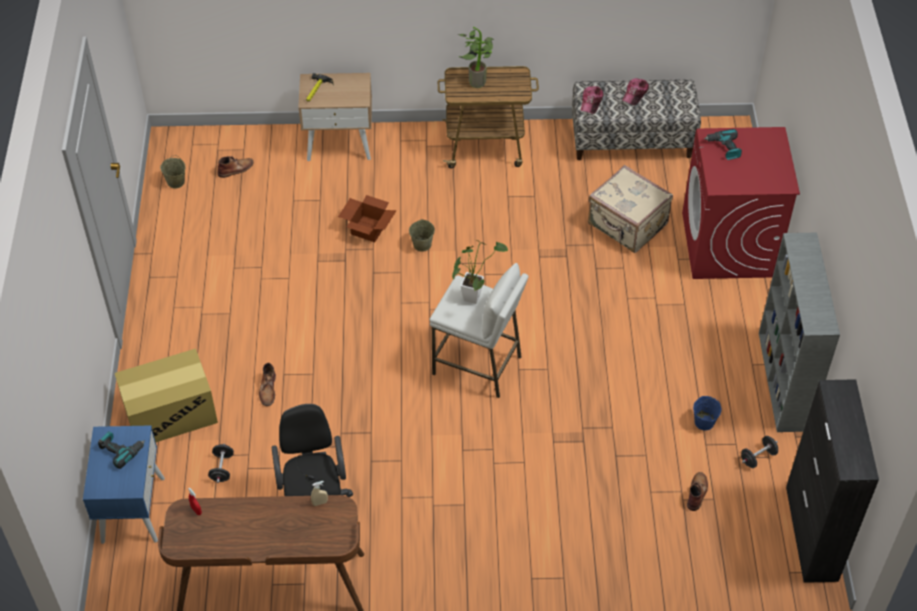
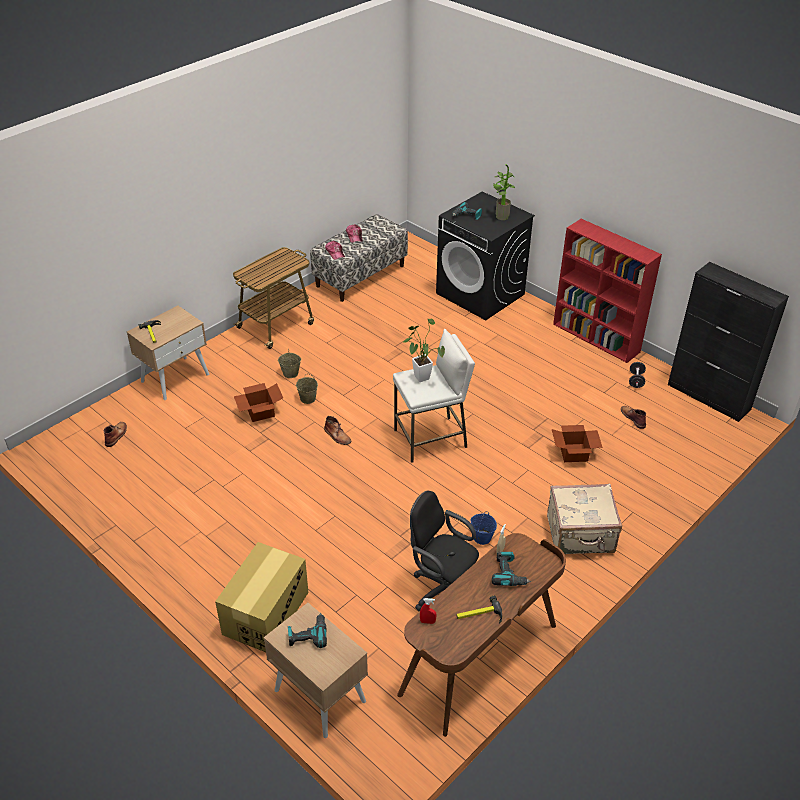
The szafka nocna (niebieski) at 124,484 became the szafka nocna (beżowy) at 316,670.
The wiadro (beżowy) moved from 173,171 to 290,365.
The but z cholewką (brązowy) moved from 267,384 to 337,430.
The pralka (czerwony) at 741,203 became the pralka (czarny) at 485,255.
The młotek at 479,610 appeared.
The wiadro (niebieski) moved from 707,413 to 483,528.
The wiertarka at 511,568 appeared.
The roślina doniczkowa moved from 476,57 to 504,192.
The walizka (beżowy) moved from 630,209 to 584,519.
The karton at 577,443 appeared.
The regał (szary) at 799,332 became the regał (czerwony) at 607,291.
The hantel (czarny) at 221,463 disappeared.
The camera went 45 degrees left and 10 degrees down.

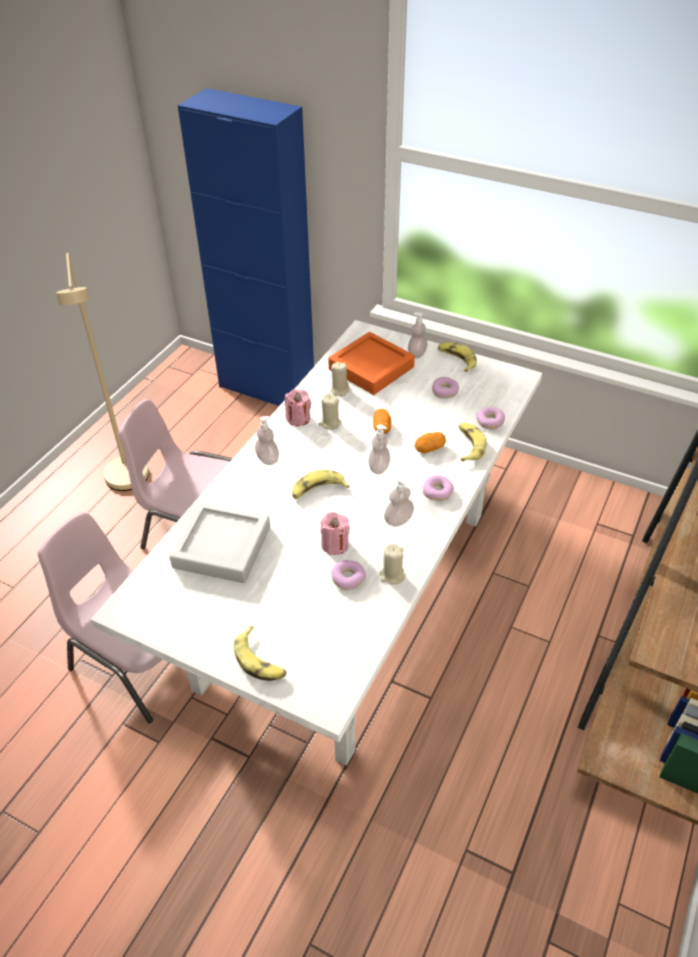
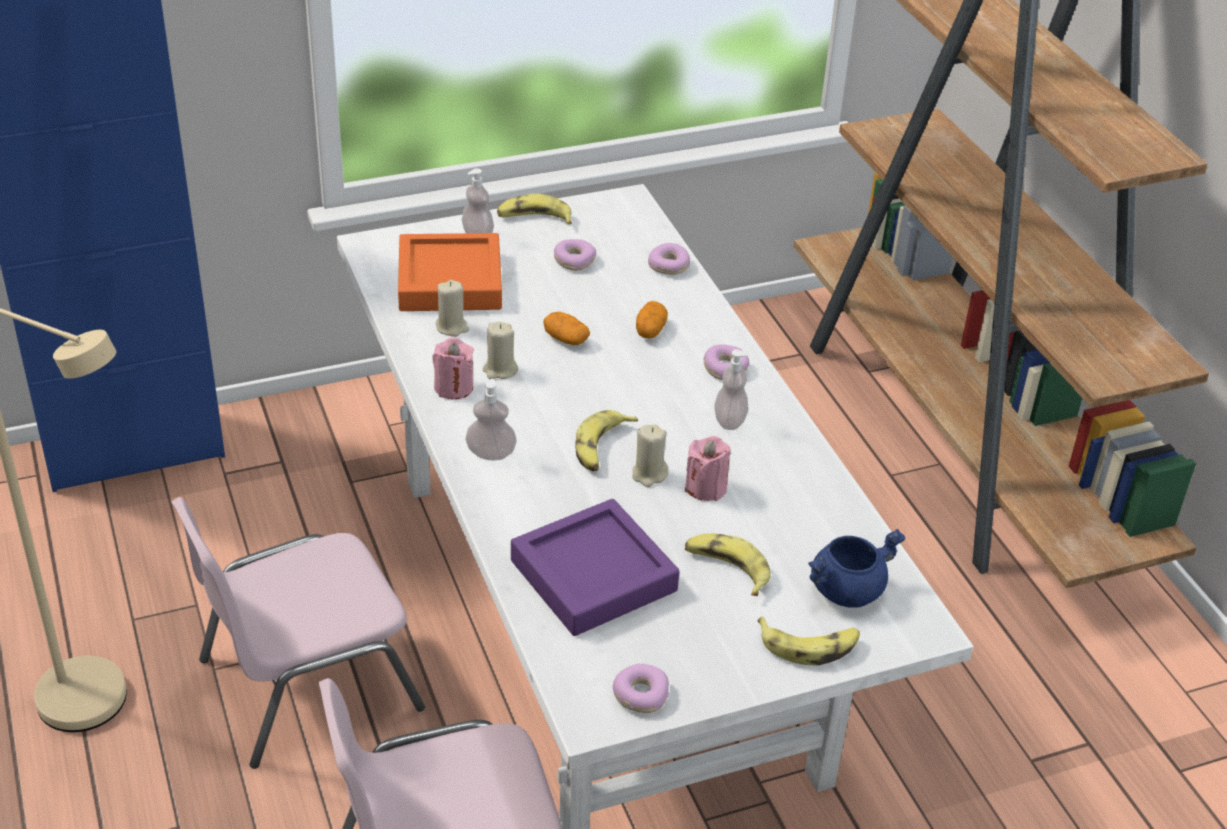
The taca (szary) at 219,542 became the taca (fioletowy) at 595,567.
The donut moved from 348,575 to 641,688.
The świeca (beżowy) moved from 392,564 to 650,455.
The banan moved from 472,442 to 728,564.
The garnek (niebieski) at 856,568 appeared.
The dozownik mydła at 379,449 disappeared.
The camera went 50 degrees left and 5 degrees down.

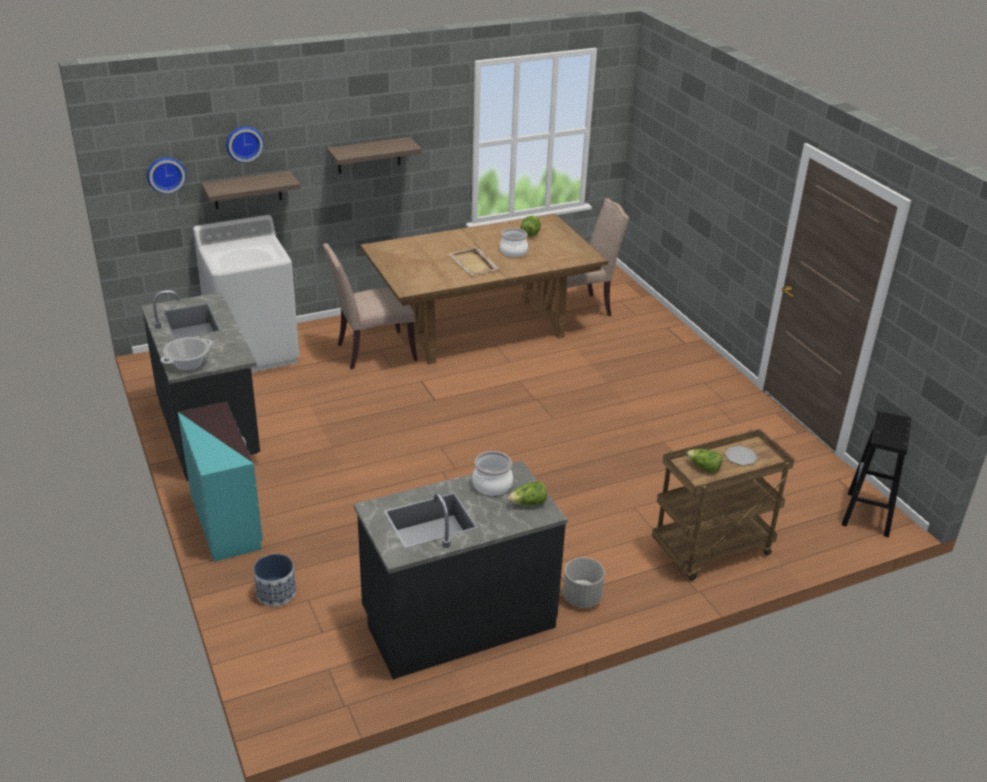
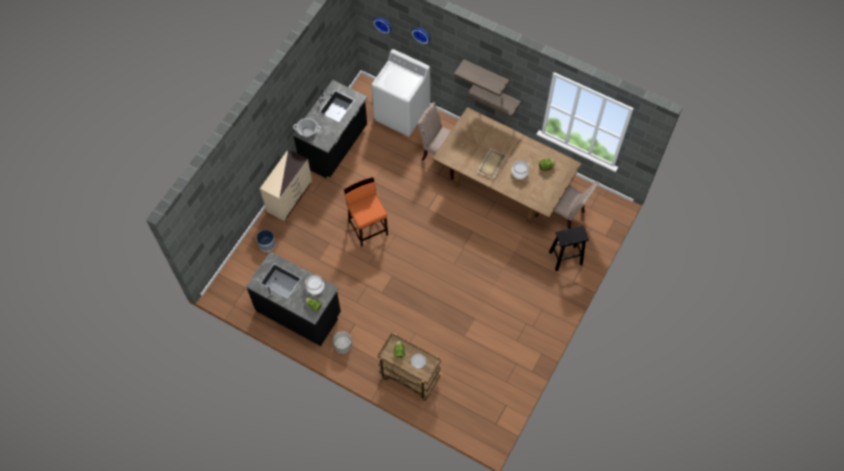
The komoda (turkusowy) at 220,482 became the komoda (beżowy) at 286,185.
The stołek (pomarańczowy) at 366,212 appeared.
The półka moved from 250,190 to 493,101.
The stołek (czarny) moved from 877,474 to 569,248.
The camera went 55 degrees right and 30 degrees up.

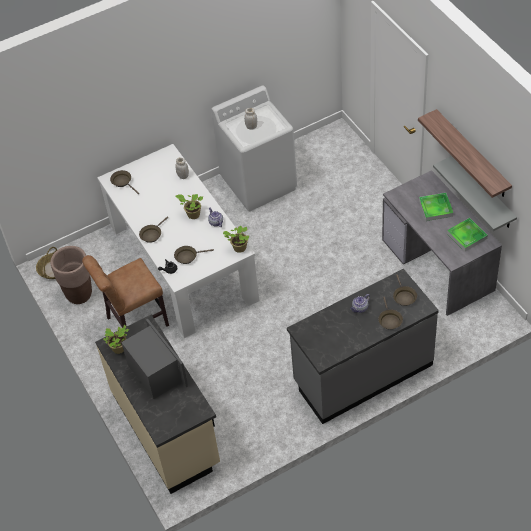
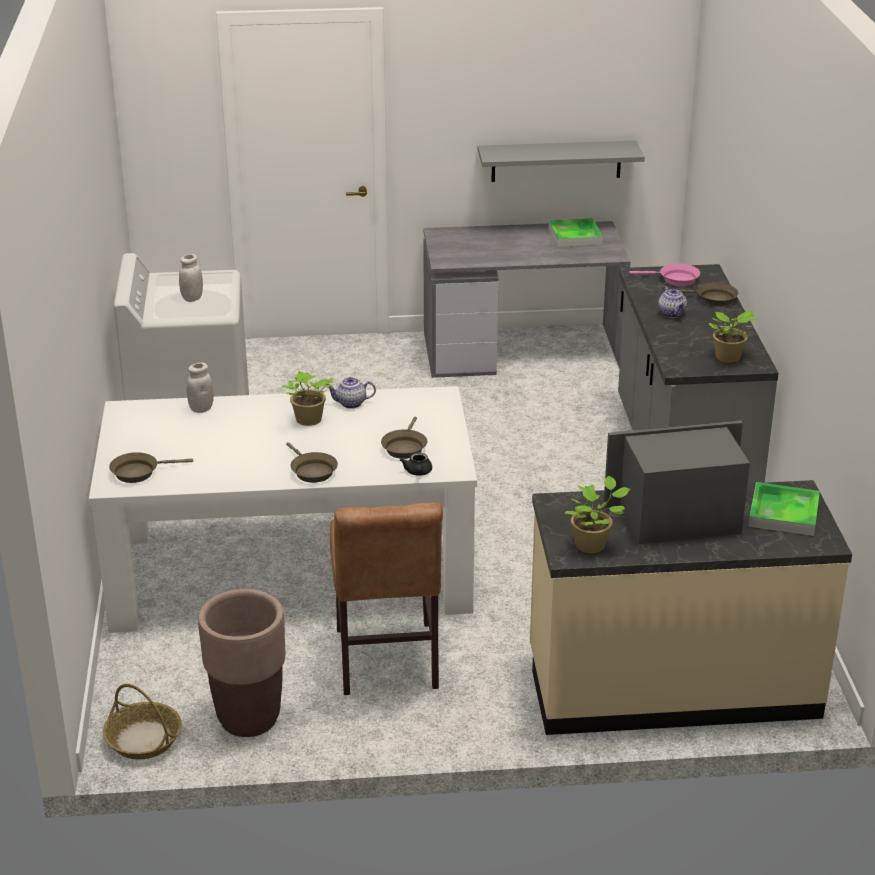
The patelnia (brązowy) at 405,290 became the patelnia (różowy) at 664,274.
The roślina doniczkowa moved from 236,239 to 733,337.
The taca moved from 436,207 to 784,509.
The półka at 465,153 disappeared.
The camera went 70 degrees left and 20 degrees down.

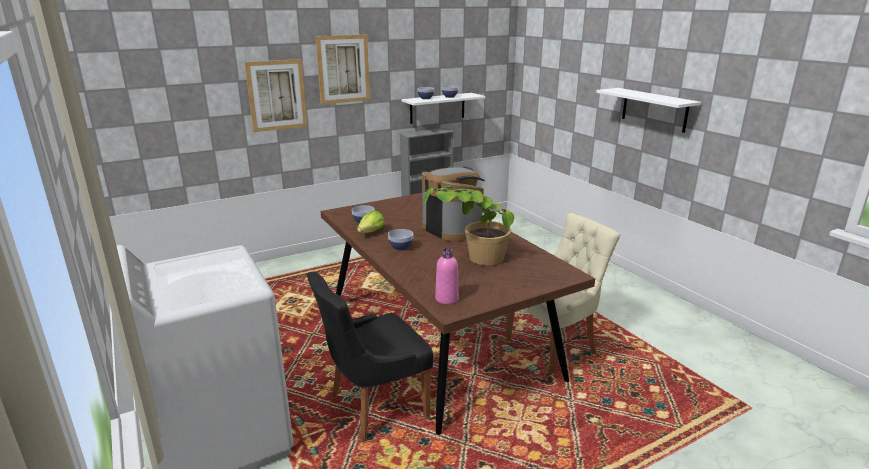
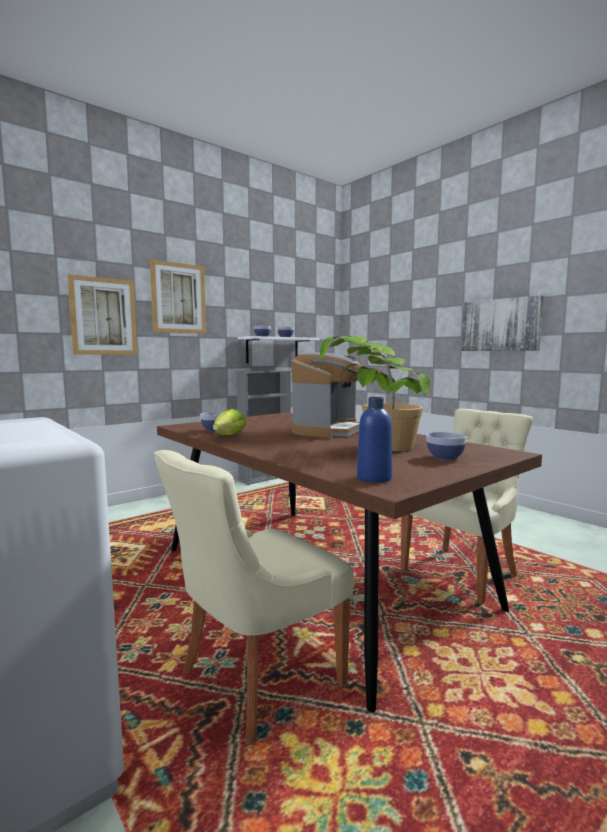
The krzesło (czarny) at 370,357 became the krzesło (beżowy) at 254,597.
The ekspres do kawy at 453,204 turned 75 degrees clockwise.
The butelka (różowy) at 447,276 became the butelka (niebieski) at 374,440.
The miska moved from 400,240 to 446,446.
The półka (biały) at 648,110 was replaced by the obraz at 502,323.
The camera went 10 degrees left and 15 degrees down.

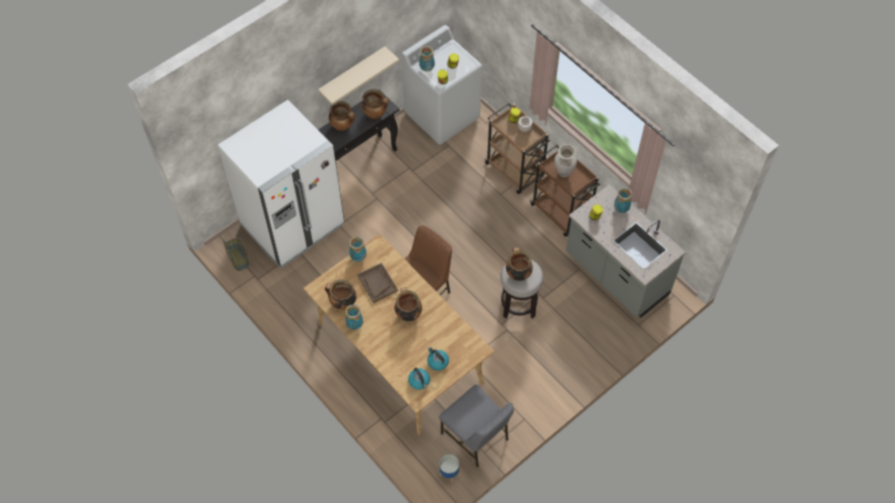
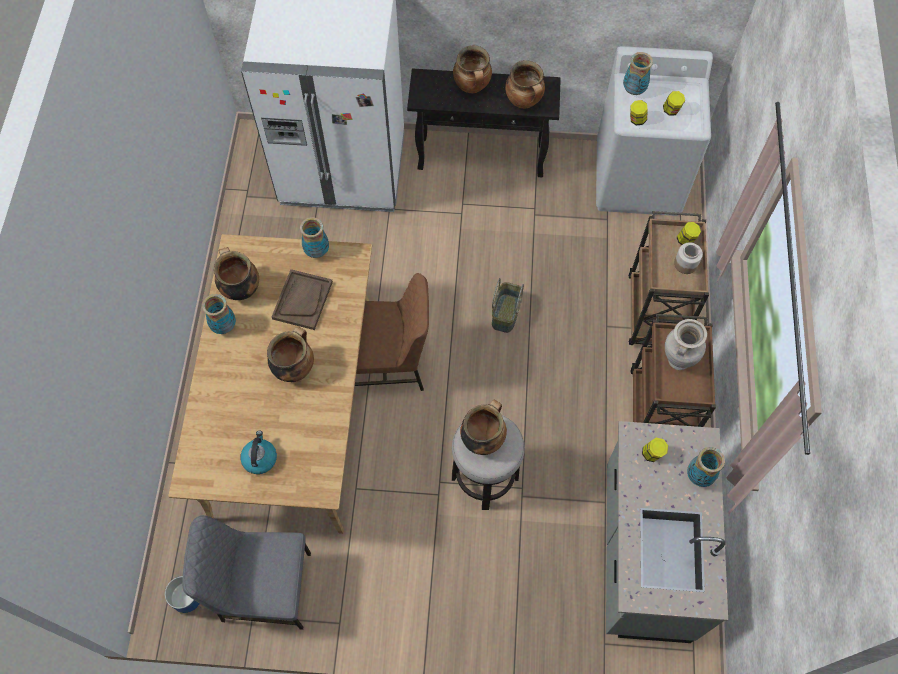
The krzesło (szary) at 476,426 turned 90 degrees clockwise.
The koszyk moved from 236,252 to 508,305.
The półka (beżowy) at 358,75 disappeared.
The czajnik at 419,378 disappeared.
The camera went 45 degrees right and 5 degrees up.

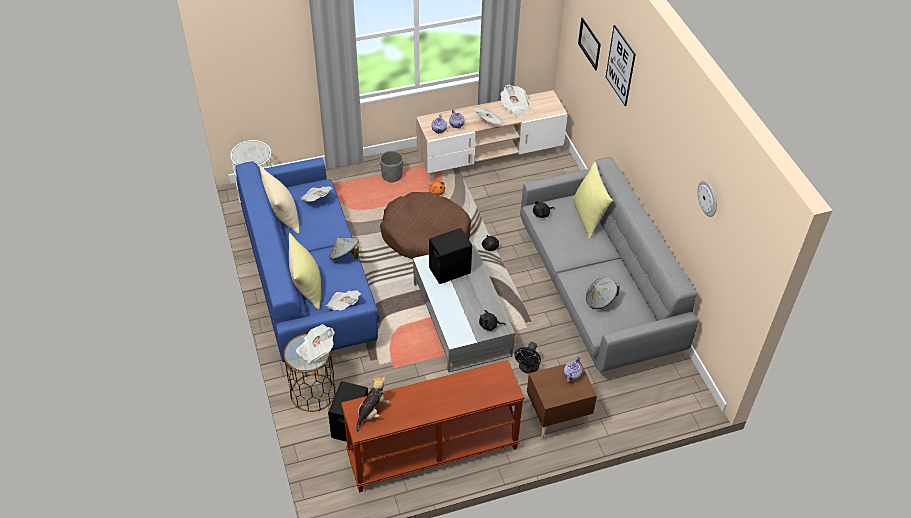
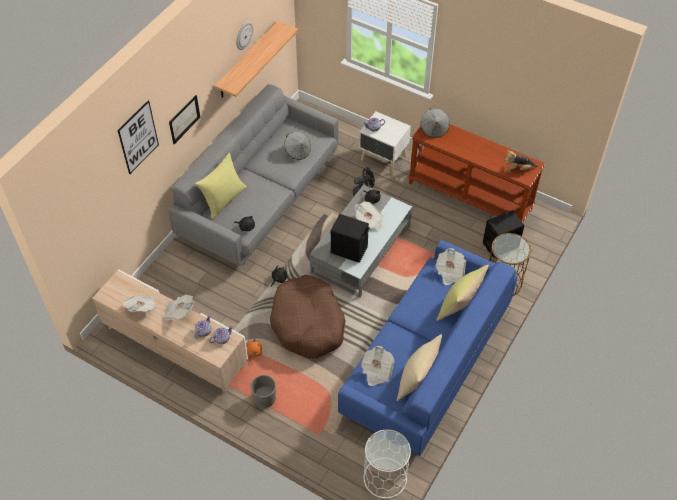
The obraz moved from 589,43 to 184,119.
The półka at 257,59 appeared.
The gazeta moved from 315,343 to 369,216.
The szafka nocna (brązowy) at 562,400 became the szafka nocna (biały) at 385,143.
The kapelusz (szary) moved from 344,248 to 435,123.
The camera went 130 degrees left and 5 degrees up.

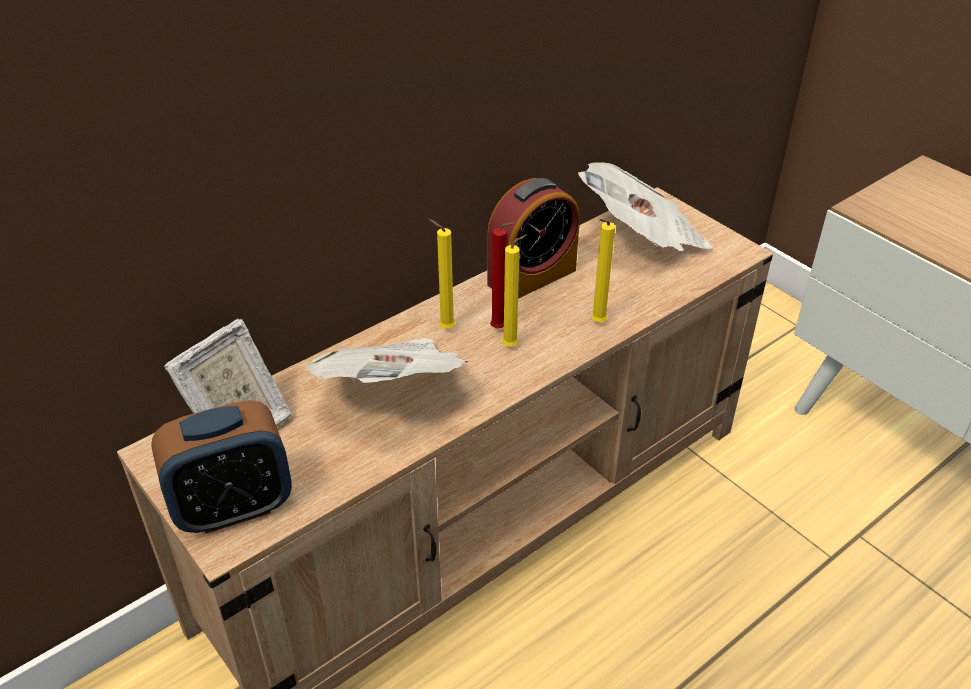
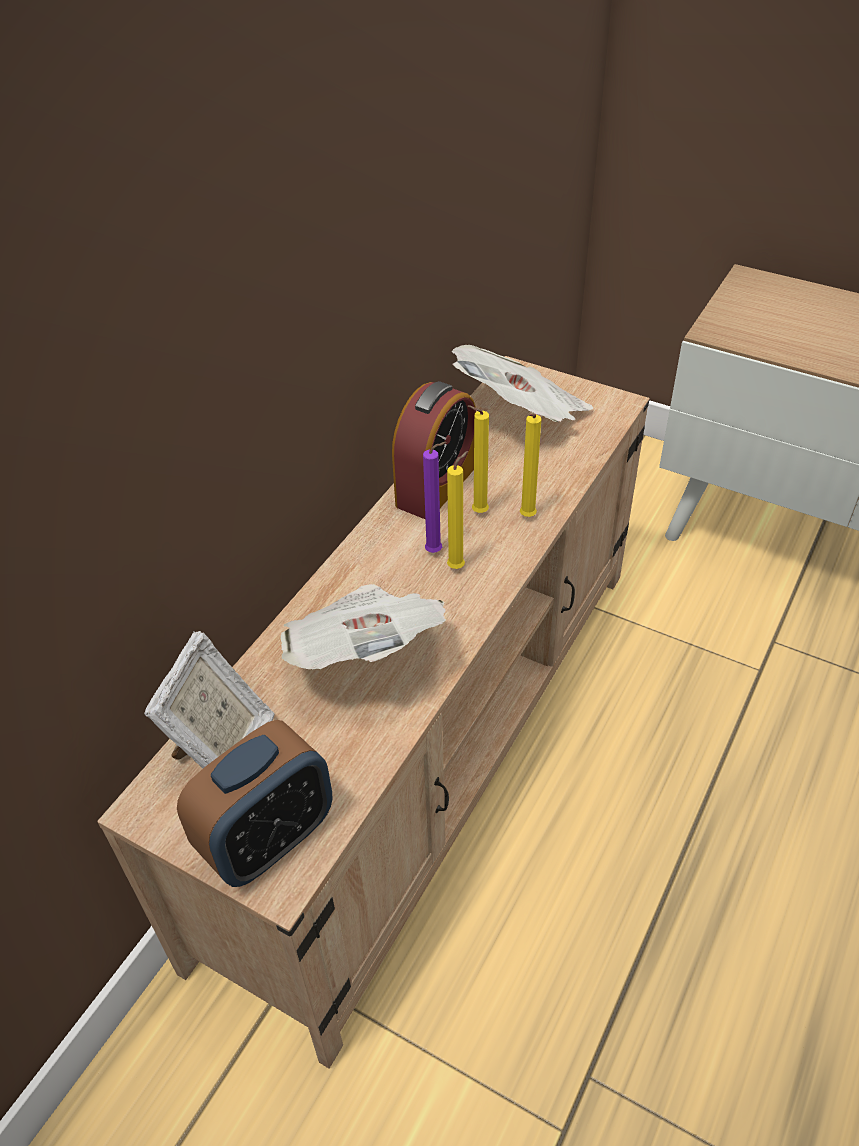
The świeca (czerwony) at 502,275 became the świeca (fioletowy) at 435,497.
The świeca (żółty) moved from 442,274 to 478,459.
The camera went 20 degrees left and 5 degrees up.

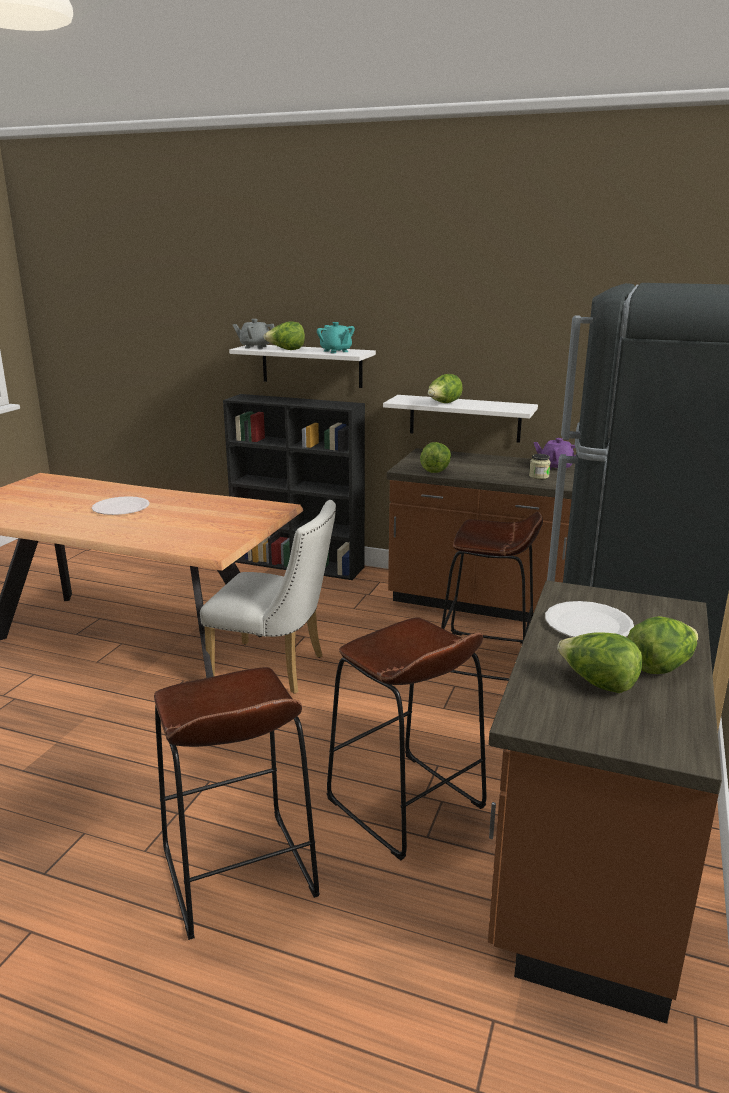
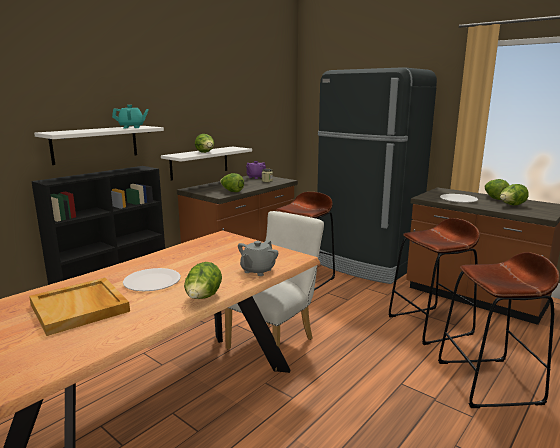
The taca (beżowy) at 79,307 appeared.
The sałata moved from 284,335 to 203,280.
The imbryk (szary) moved from 253,334 to 258,258.
The camera went 70 degrees left and 5 degrees down.

